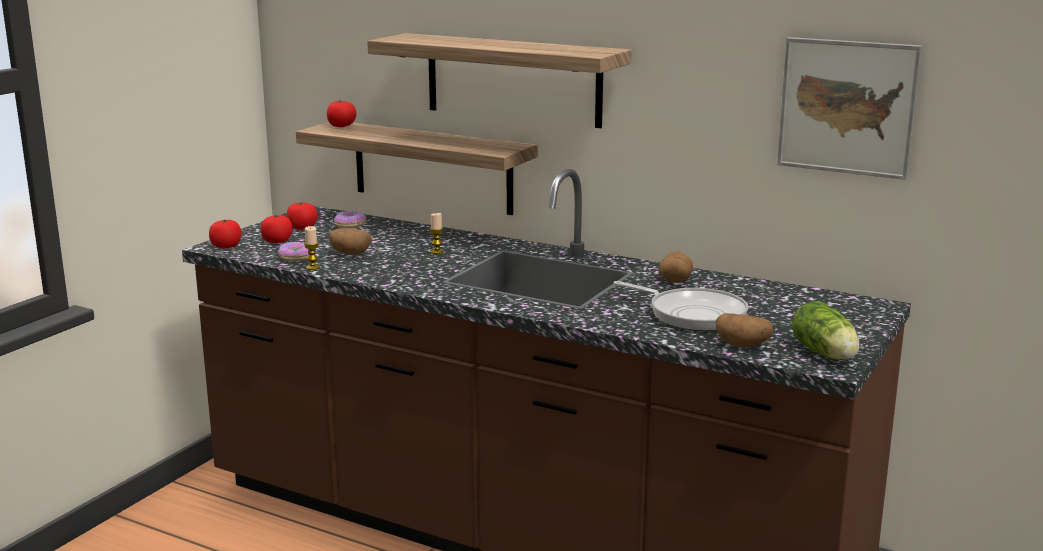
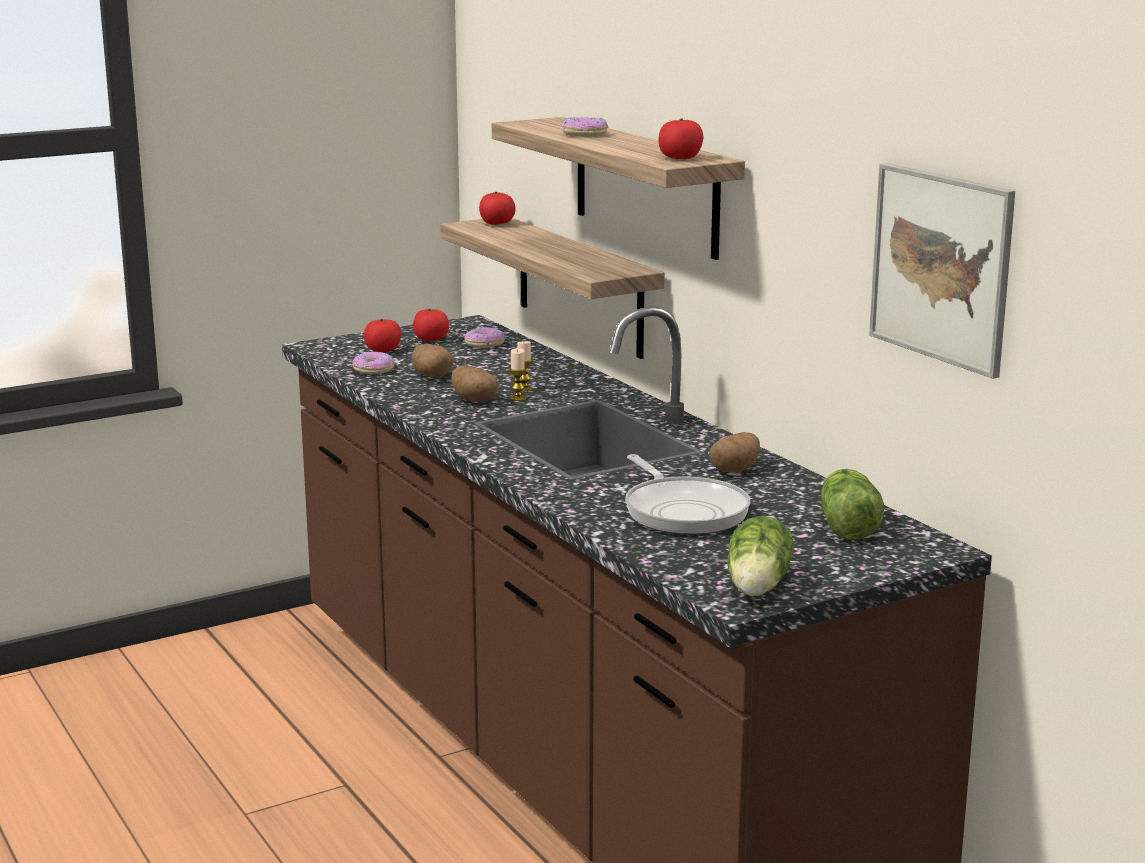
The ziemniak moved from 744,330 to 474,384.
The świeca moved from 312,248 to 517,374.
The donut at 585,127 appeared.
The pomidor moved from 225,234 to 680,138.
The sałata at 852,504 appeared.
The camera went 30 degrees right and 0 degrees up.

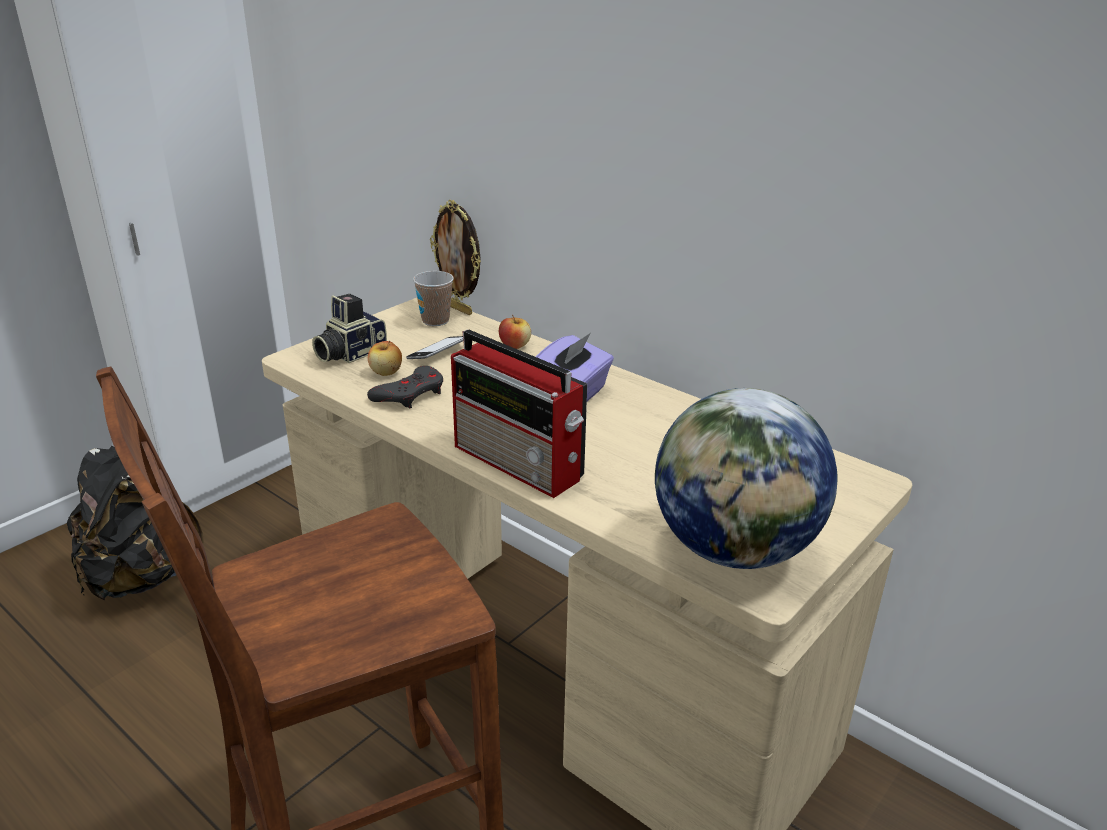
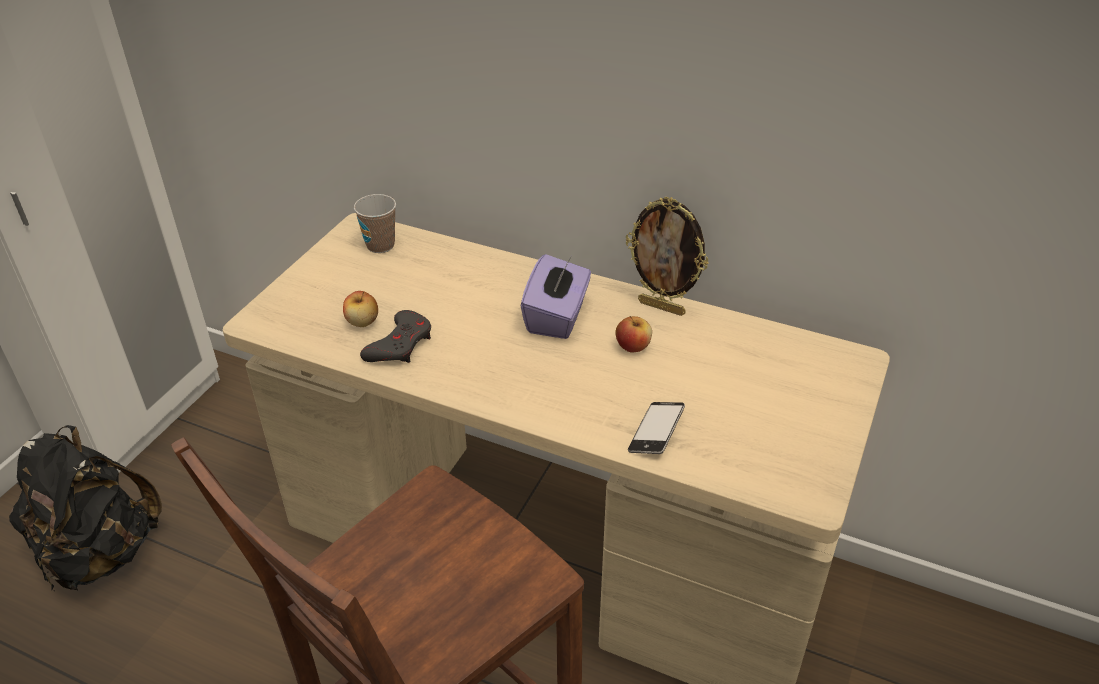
The jabłko moved from 515,331 to 633,334.
The ramka na zdjęcie moved from 455,257 to 667,256.
The telefon moved from 434,347 to 656,428.
The aparat fotograficzny at 349,328 disappeared.
The radio at 519,414 disappeared.
The globus at 746,478 disappeared.
The camera went 15 degrees left and 10 degrees up.

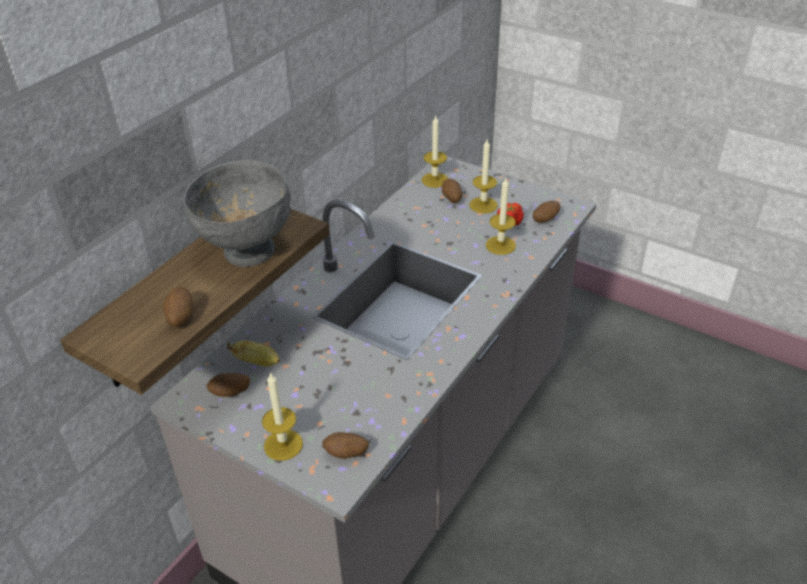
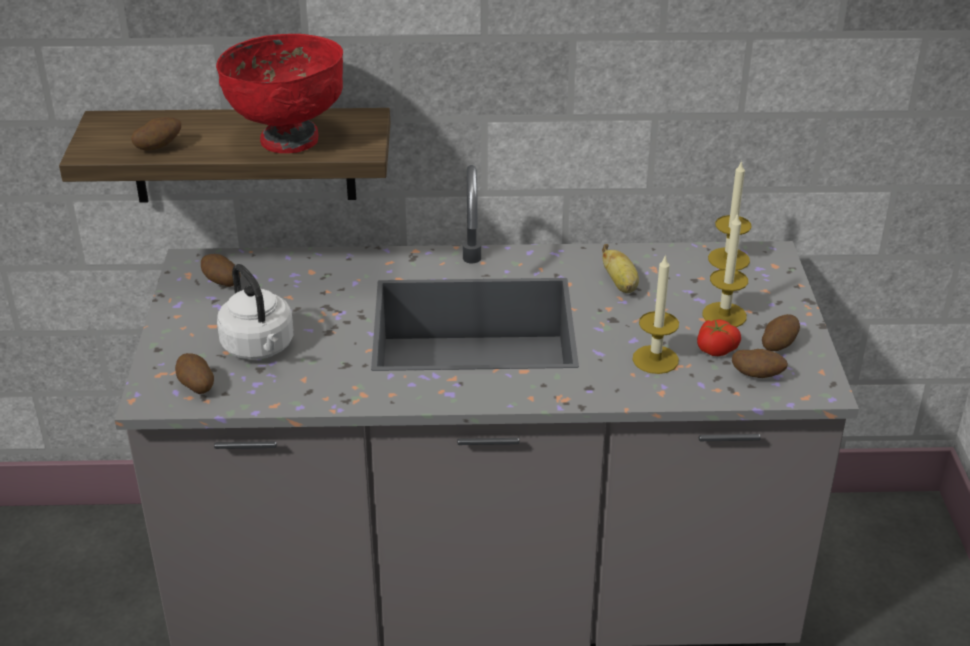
The miska (szary) at 237,213 became the miska (czerwony) at 279,93.
The czajnik (biały) at 255,312 appeared.
The banan moved from 253,354 to 620,268.
The ziemniak moved from 452,191 to 781,332.
The świeca at 282,416 disappeared.
The camera went 55 degrees right and 5 degrees down.

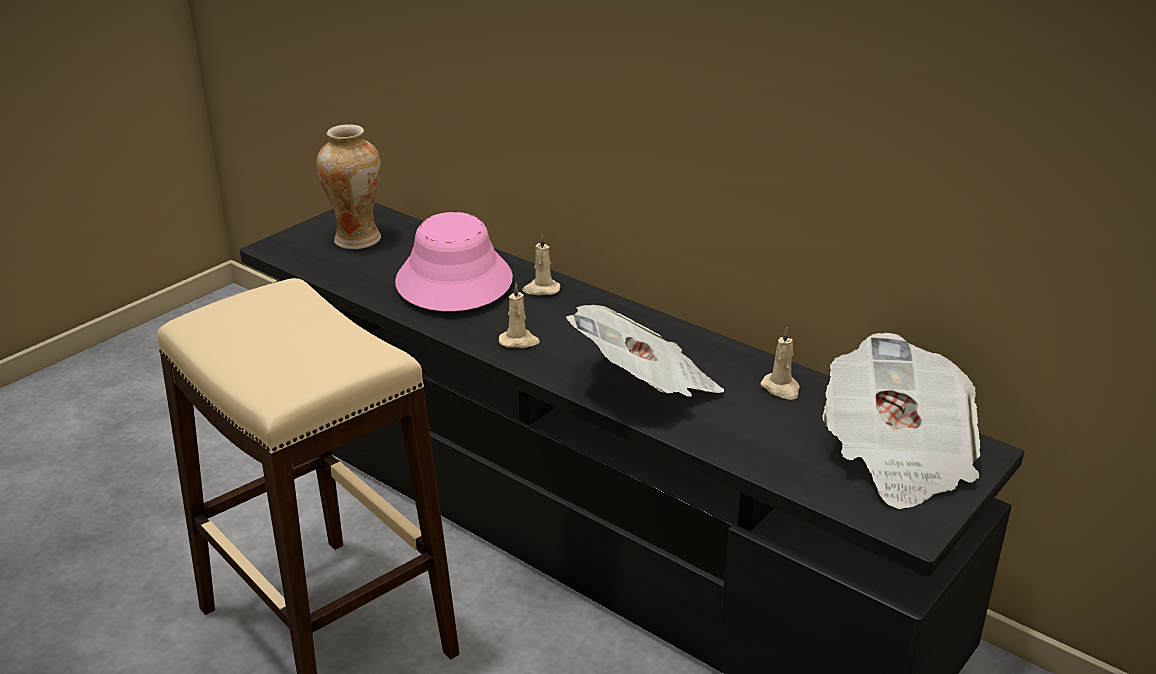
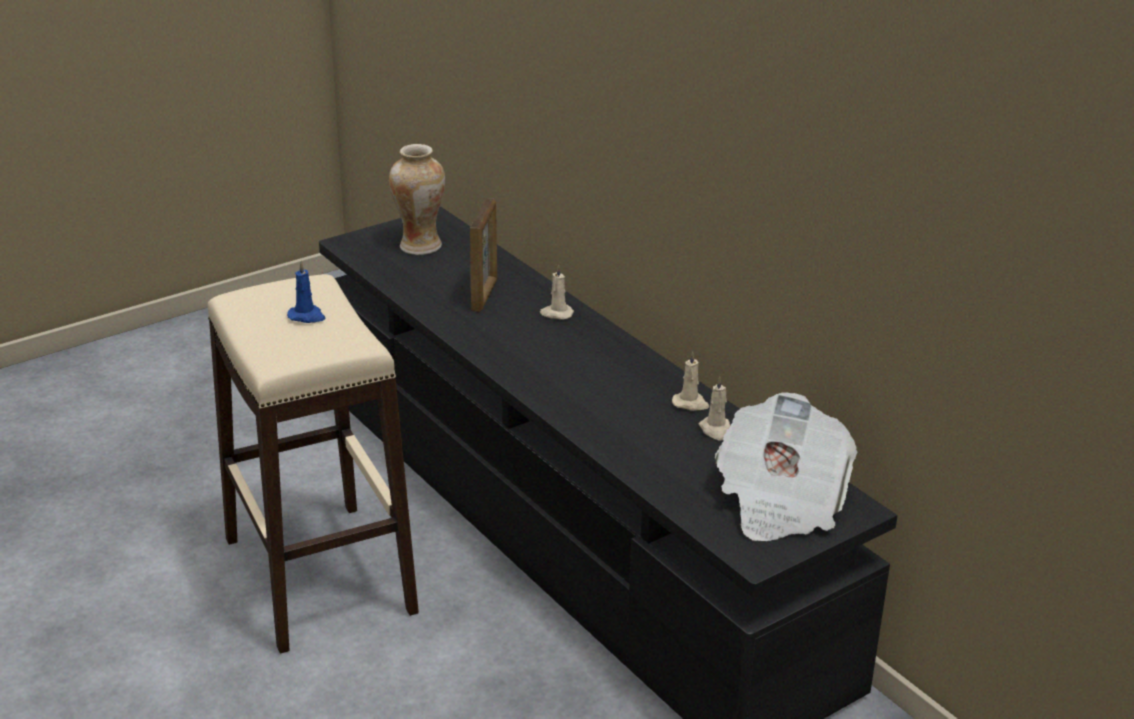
The świeca (niebieski) at 306,292 appeared.
The kapelusz (różowy) at 454,261 was replaced by the ramka na zdjęcie at 483,255.
The świeca (beżowy) moved from 519,315 to 690,381.
The gazeta at 645,351 disappeared.
The camera went 15 degrees right and 0 degrees up.

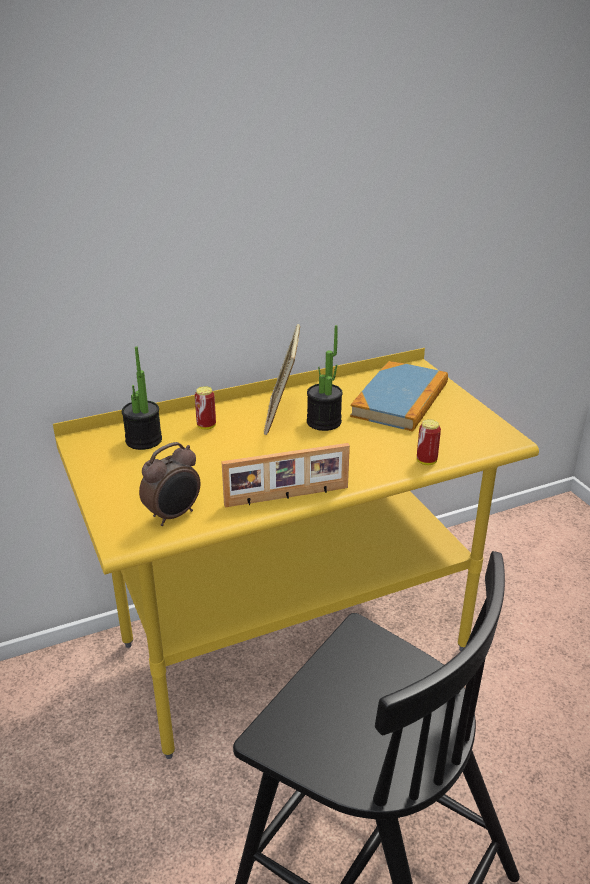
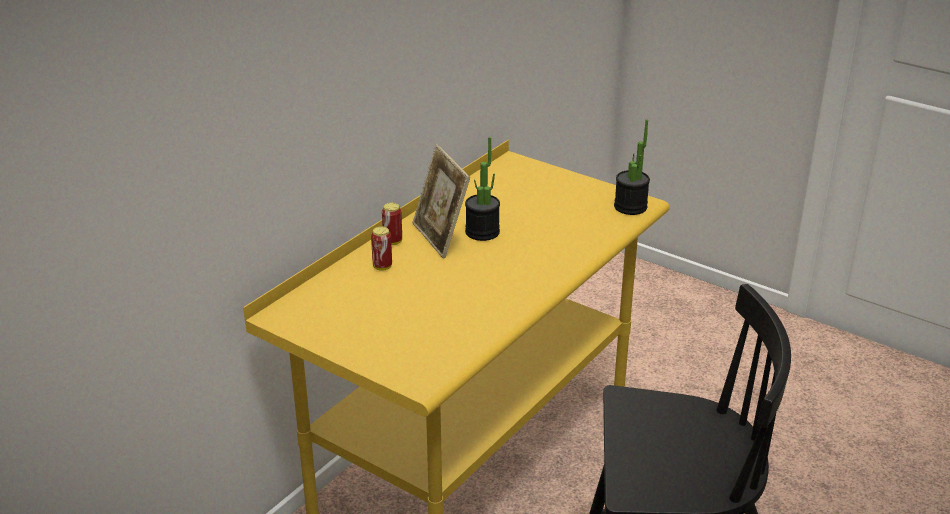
The puszka moved from 429,442 to 392,224.
The roślina doniczkowa moved from 142,398 to 632,167.
The budzik at 169,484 disappeared.
The ramka na zdjęcie at 285,475 disappeared.
The książka at 399,396 disappeared.
The camera went 30 degrees left and 0 degrees up.

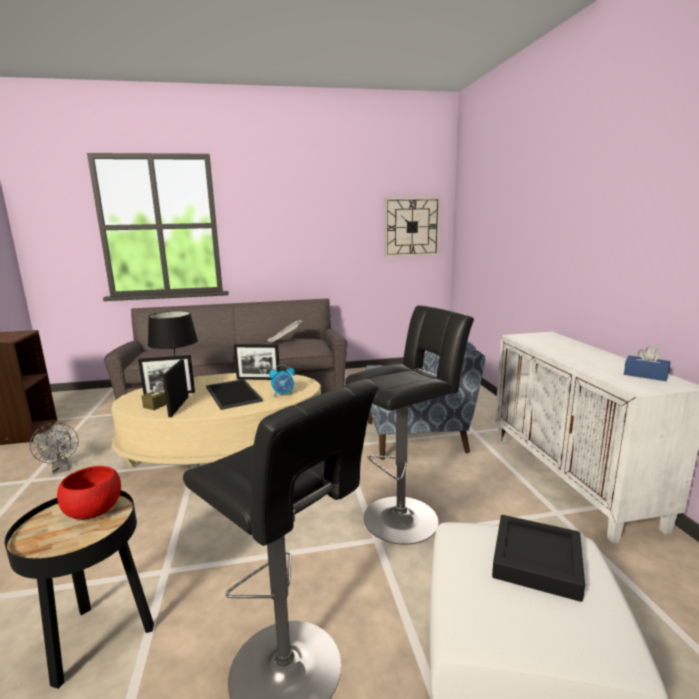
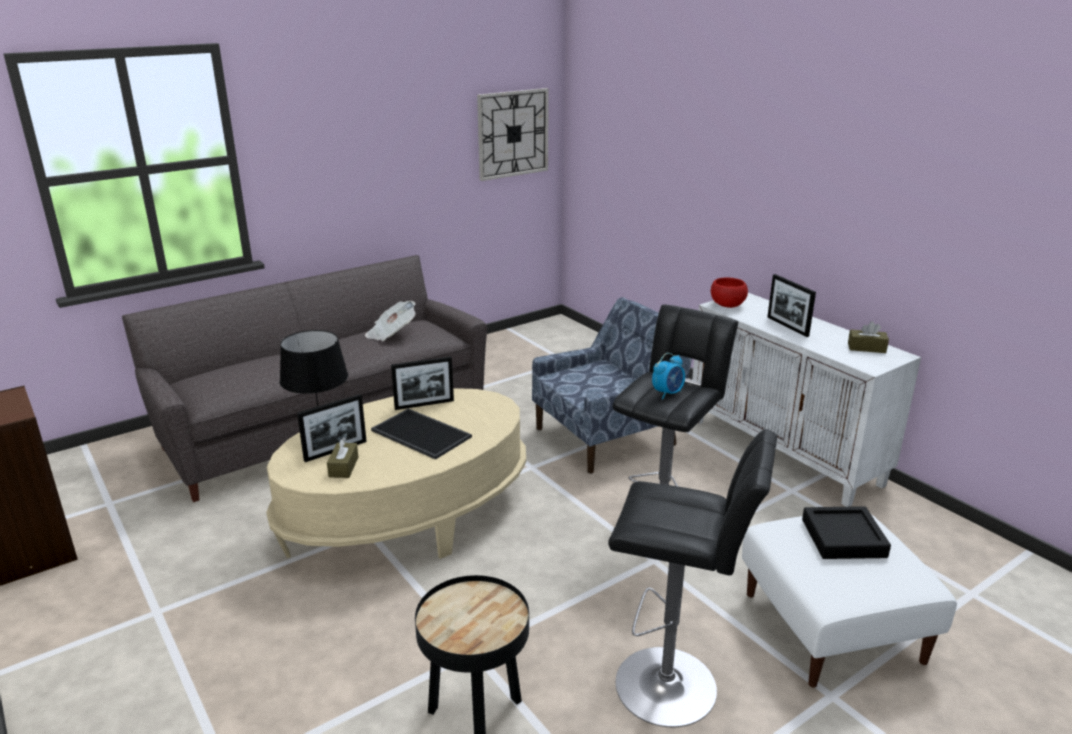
The budzik moved from 282,380 to 668,376.
The miska (czerwony) moved from 89,493 to 729,293.
The ramka na zdjęcie moved from 175,388 to 791,305.
The pudełko chusteczek (niebieski) at 647,363 became the pudełko chusteczek (brązowy) at 868,337.
The wentylator (szary) at 54,448 disappeared.
The camera went 25 degrees left and 10 degrees up.

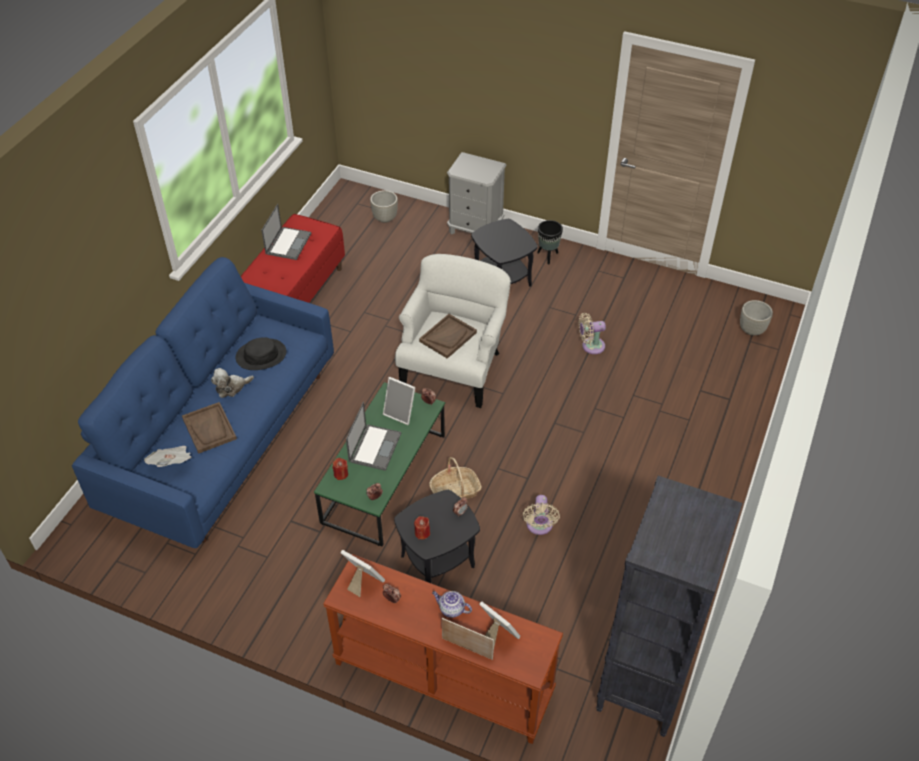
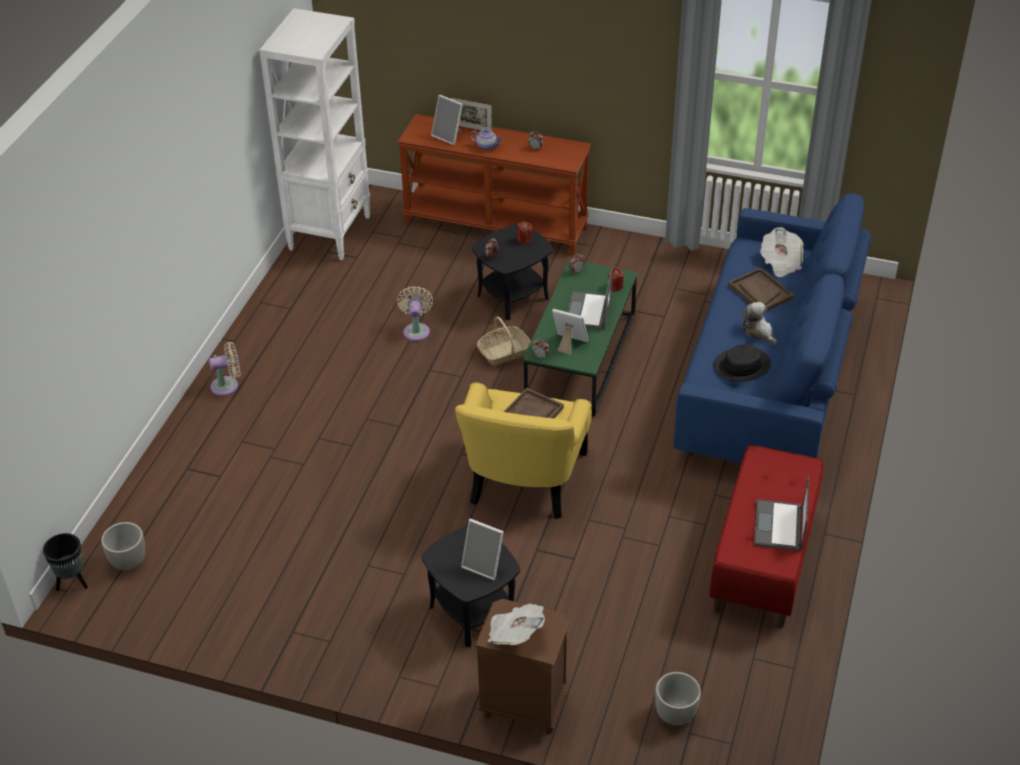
The donica (czarny) moved from 550,242 to 65,562.
The wentylator (beżowy) moved from 592,333 to 225,369.
The regał (czarny) at 669,606 became the regał (biały) at 315,134.
The fotel (biały) at 453,331 became the fotel (żółty) at 523,450.
The ramka na zdjęcie moved from 363,573 to 482,549.
The szafka nocna (szary) at 477,193 became the szafka nocna (brązowy) at 522,667.
The gazeta at 516,624 appeared.
The pluszak at 232,383 turned 90 degrees counterclockwise.
The camera went 175 degrees right and 5 degrees down.

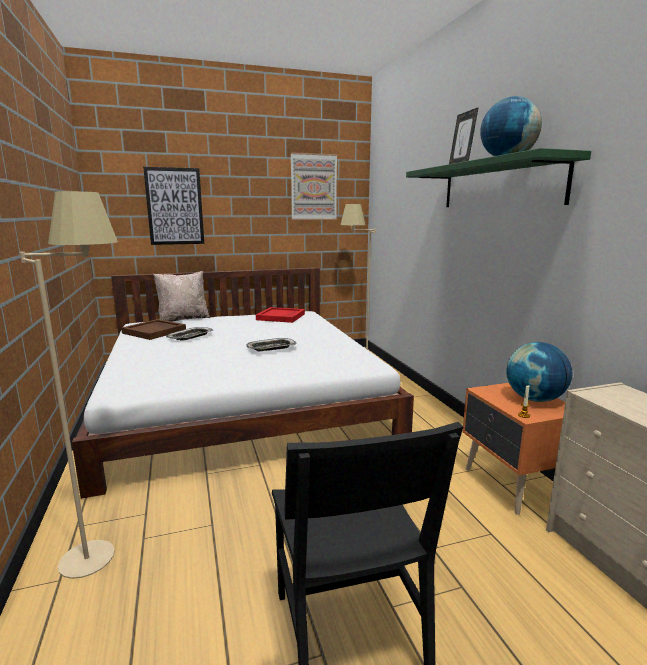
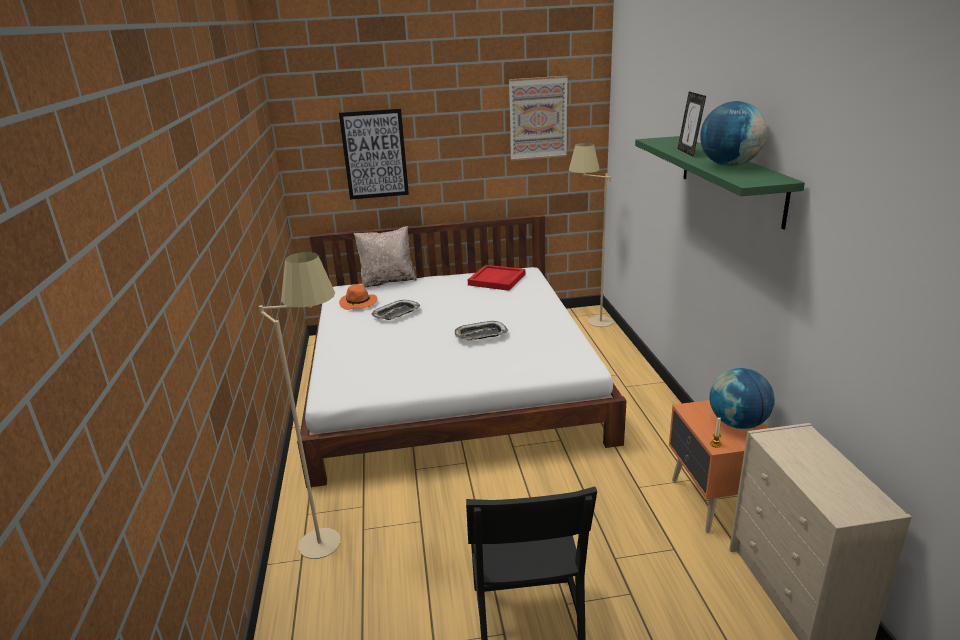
The taca (brązowy) at 153,329 was replaced by the kapelusz (pomarańczowy) at 358,297.
The camera went 10 degrees right and 10 degrees up.

